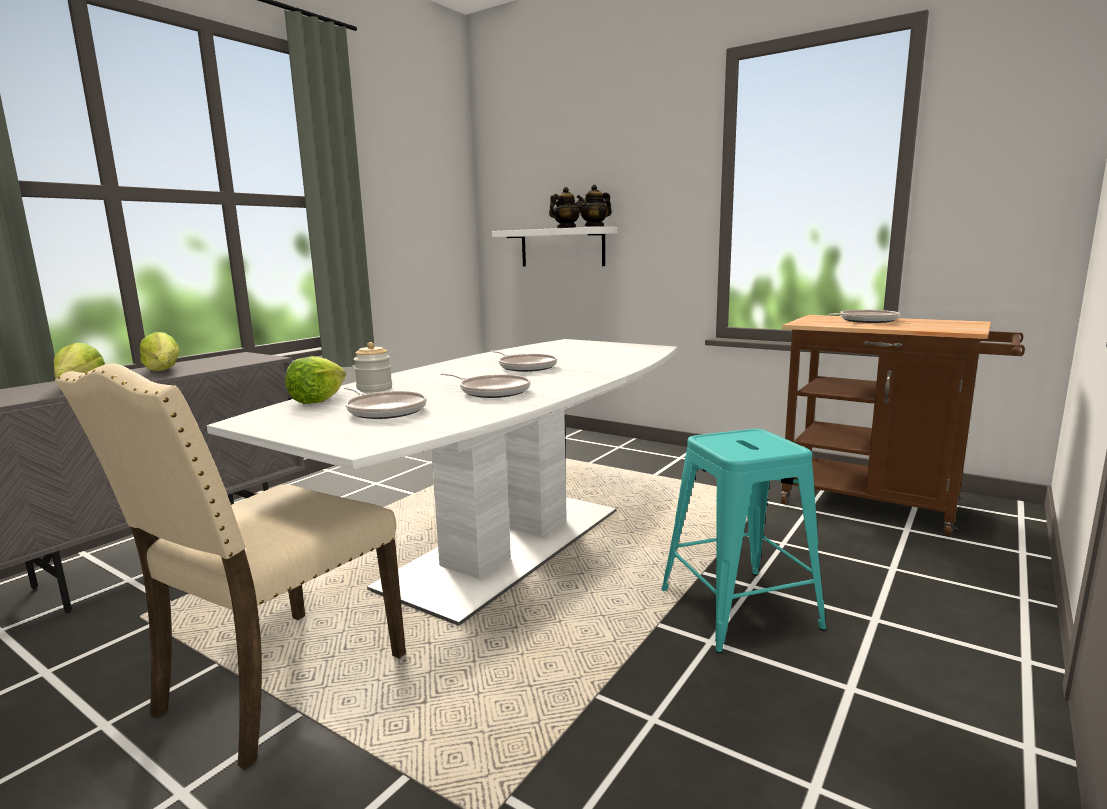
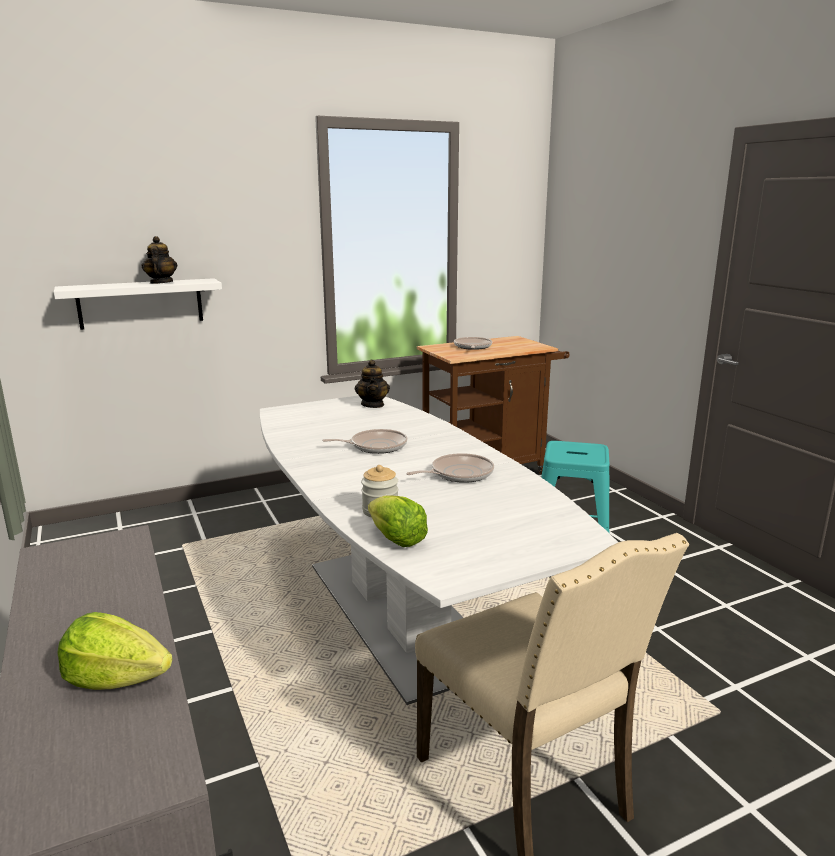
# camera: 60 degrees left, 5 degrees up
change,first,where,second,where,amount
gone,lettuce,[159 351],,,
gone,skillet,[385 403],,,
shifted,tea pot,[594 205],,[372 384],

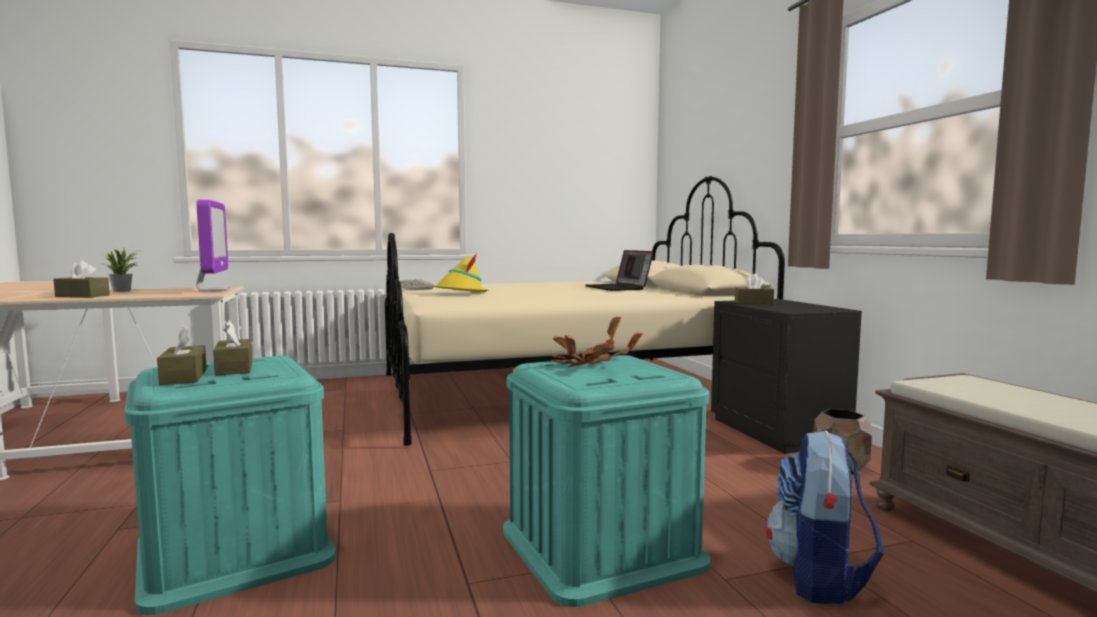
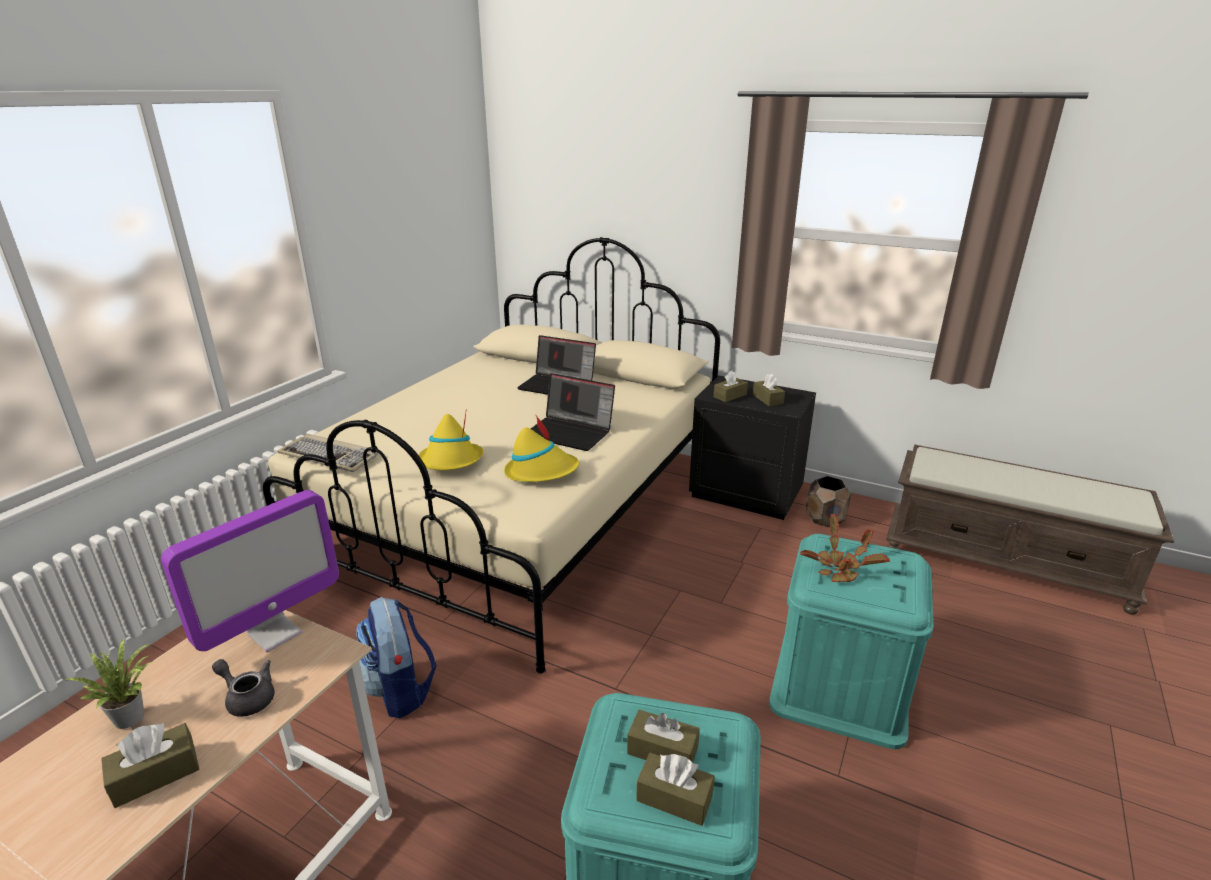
# camera: 45 degrees left, 20 degrees up
change,first,where,second,where,amount
rotated,computer display,[213 245],,[250 571],105 degrees clockwise
shifted,backpack,[825 517],,[396 657],
new,,,tea pot (grey),[243 688],
new,,,clothing hat (yellowish),[541 448],
new,,,notebook computer,[573 412],
new,,,tissue box (brown),[769 390],

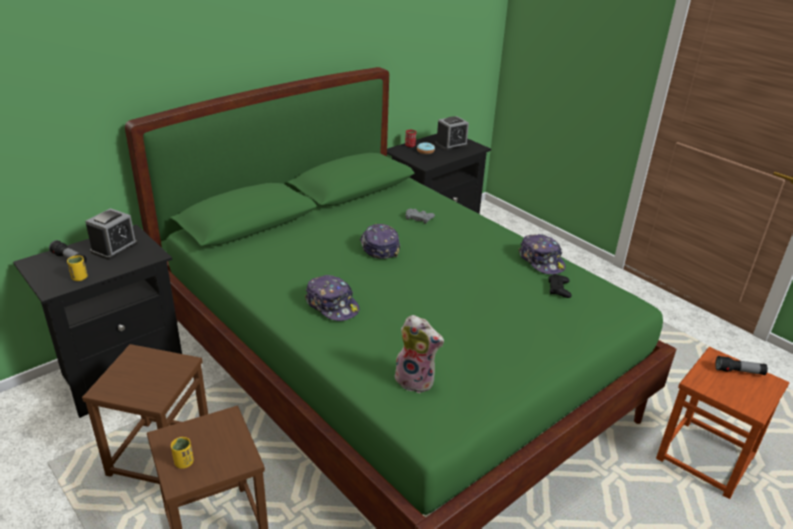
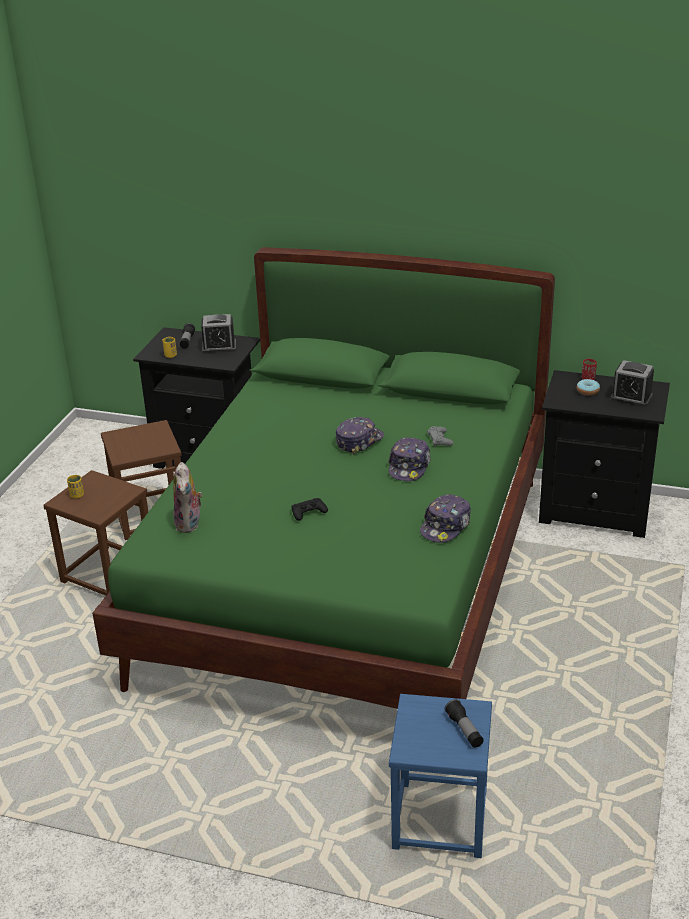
# camera: 60 degrees right, 0 degrees up
change,first,where,second,where,amount
shifted,baseball cap,[332 298],,[409 459],
shifted,gamepad (blackish),[560 286],,[309 509],
repainted,stool seat (brown),[722 423],stool seat (blue),[440 776],

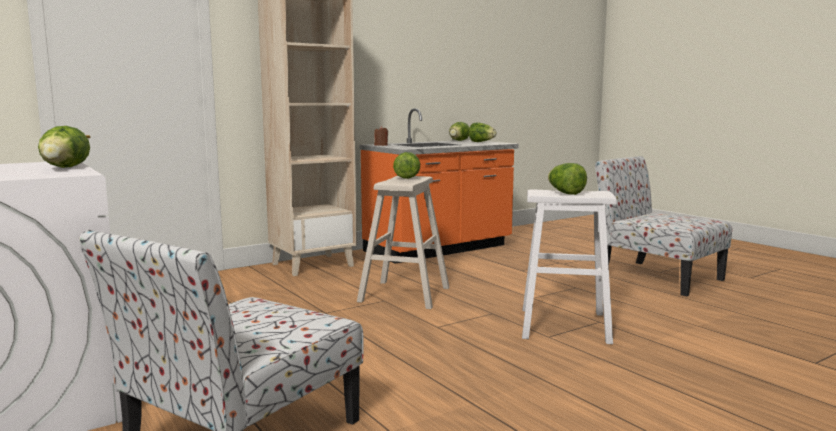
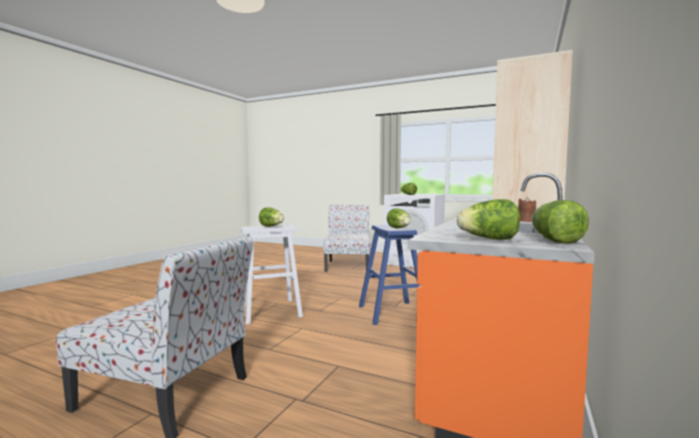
# camera: 150 degrees right, 5 degrees down
change,first,where,second,where,amount
repainted,stool seat (beige),[403 242],stool seat (blue),[389 275],

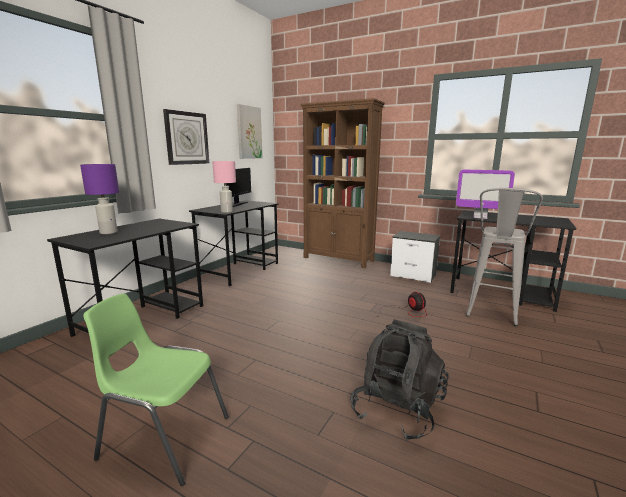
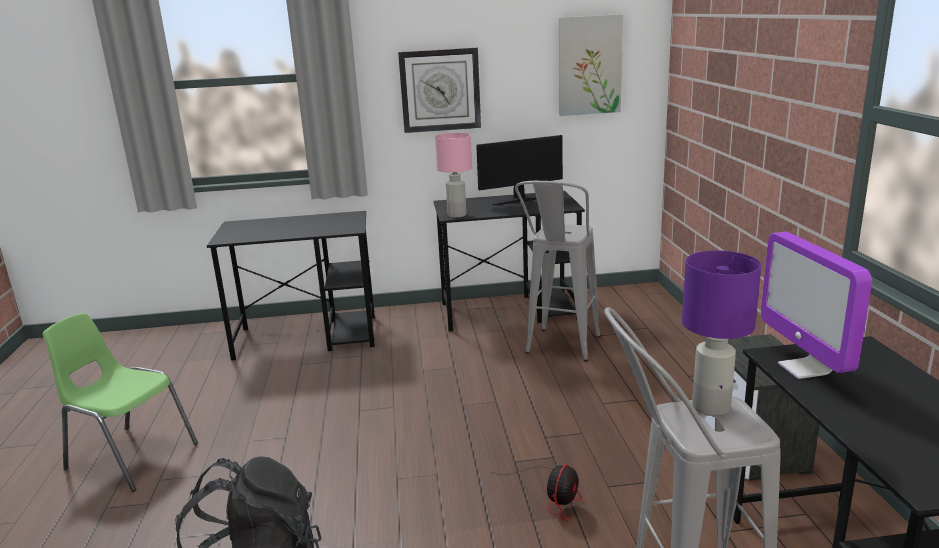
# camera: 55 degrees right, 5 degrees up
change,first,where,second,where,amount
shifted,table lamp (purple),[99 199],,[722 333],
rotated,plain chair (green),[156 389],,[120 402],45 degrees counterclockwise
gone,bookcase (brown),[342 183],,,
new,,,stool seat (grey),[558 271],

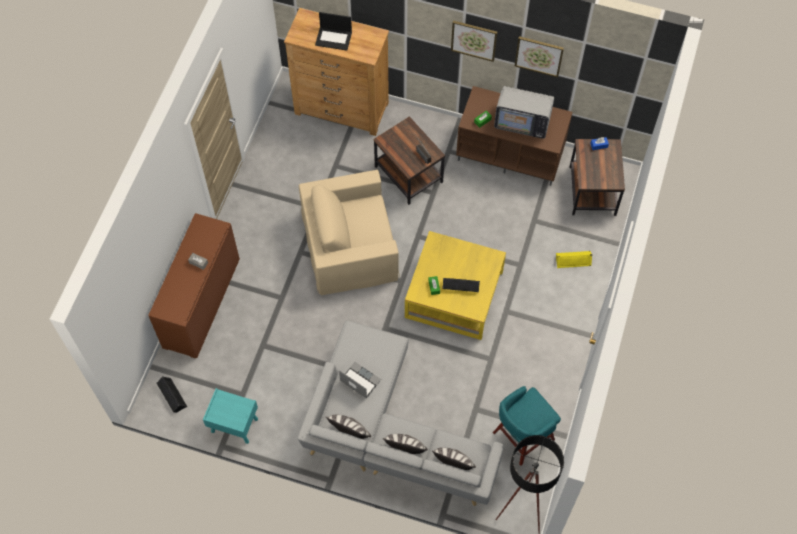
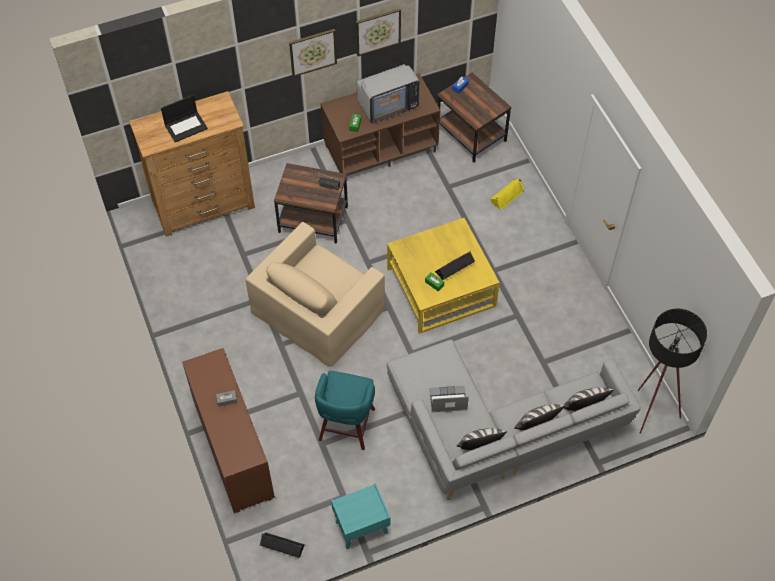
# camera: 40 degrees left, 5 degrees down
change,first,where,second,where,amount
shifted,stool seat (turquoise-coloured),[527 426],,[345 410],

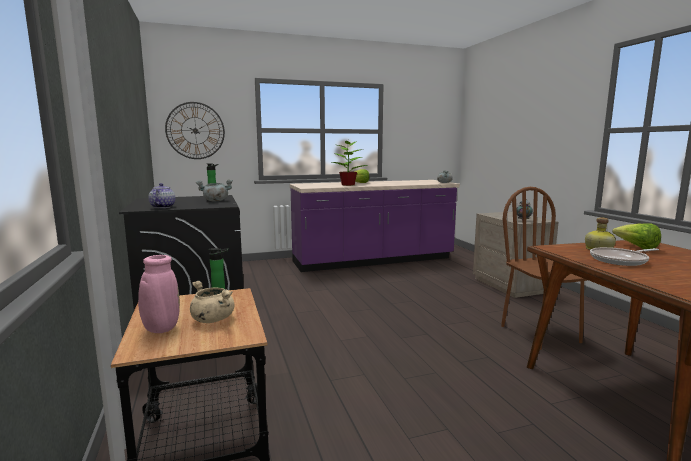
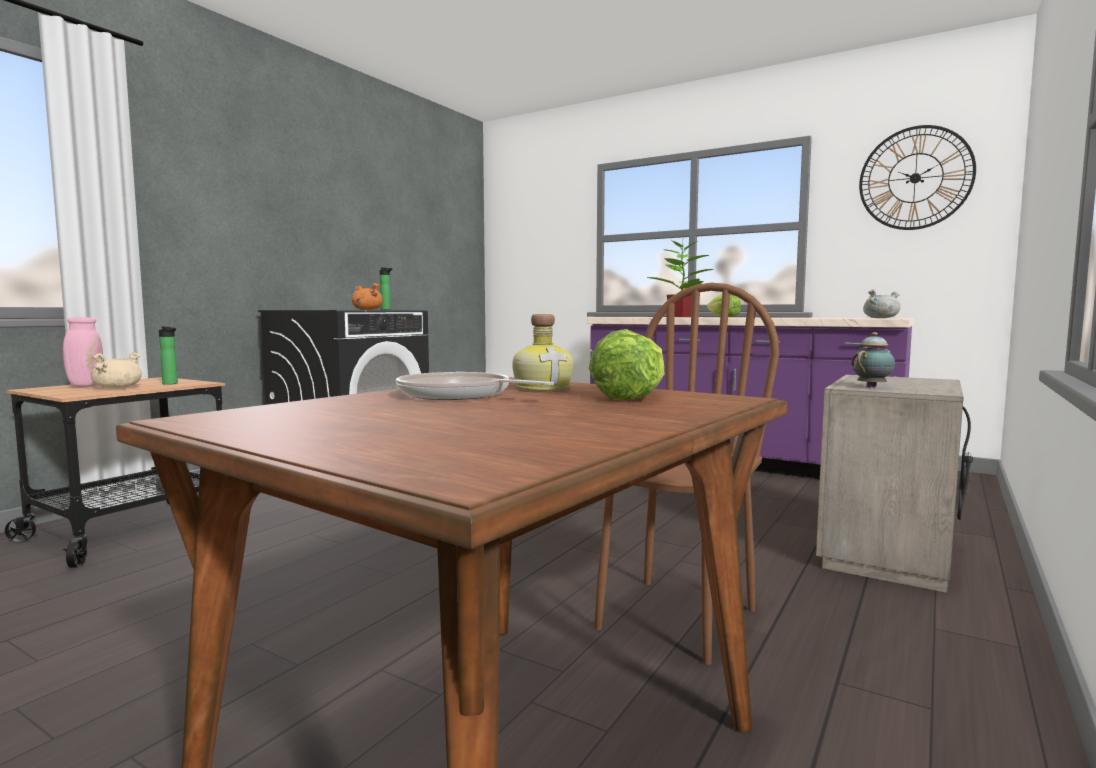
# camera: 50 degrees right, 5 degrees down
change,first,where,second,where,amount
gone,tea pot,[161 195],,,
shifted,clock on the wall,[195 130],,[917 177],
repainted,cooking pot (grey),[214 190],cooking pot (orange),[367 296],

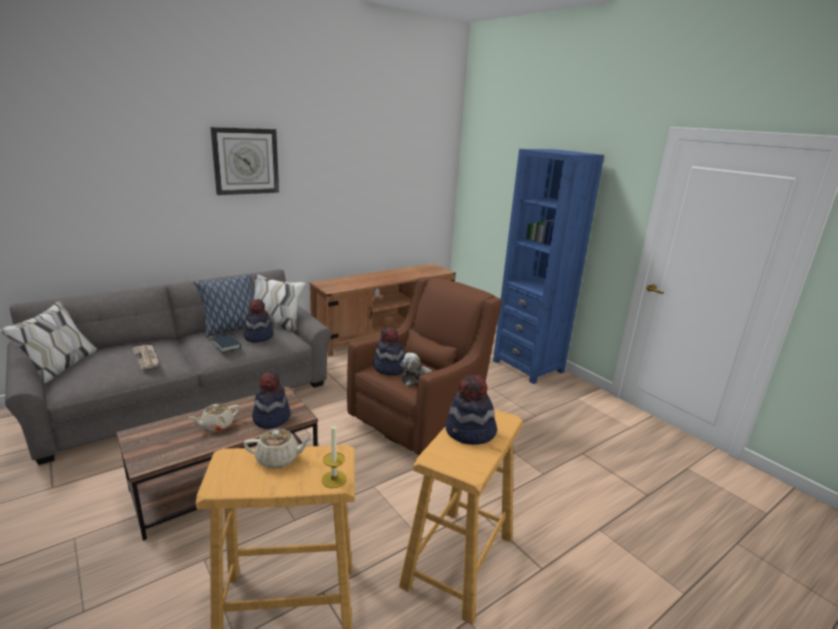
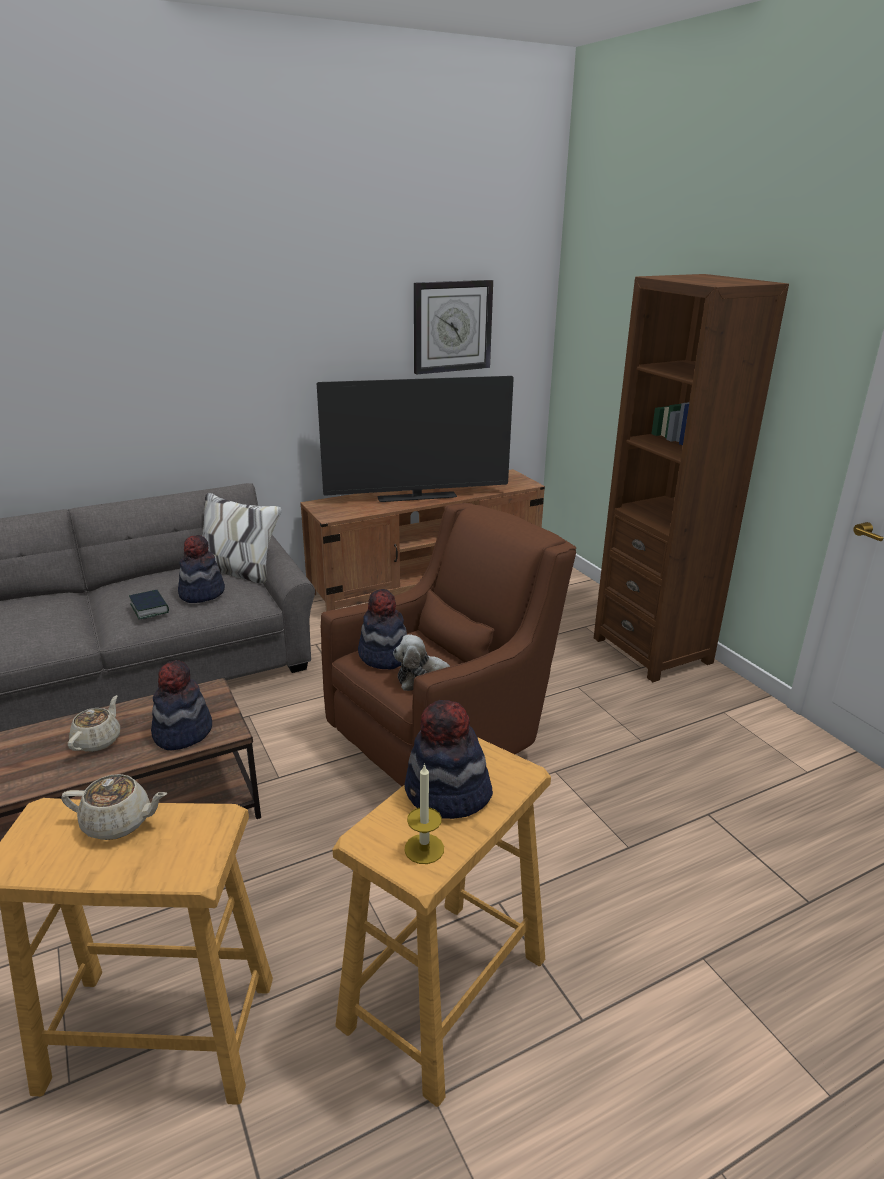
# camera: 10 degrees right, 5 degrees up
change,first,where,second,where,amount
gone,newspaper,[145 357],,,
rotated,tea pot (beige),[214 417],,[94 723],135 degrees clockwise
gone,pillow,[223 305],,,
shifted,clock on the wall,[244 161],,[453 327],
shifted,candle,[334 455],,[424 813],
repainted,bookcase (blue),[548 266],bookcase (brown),[691 478],
new,,,television,[415 439],

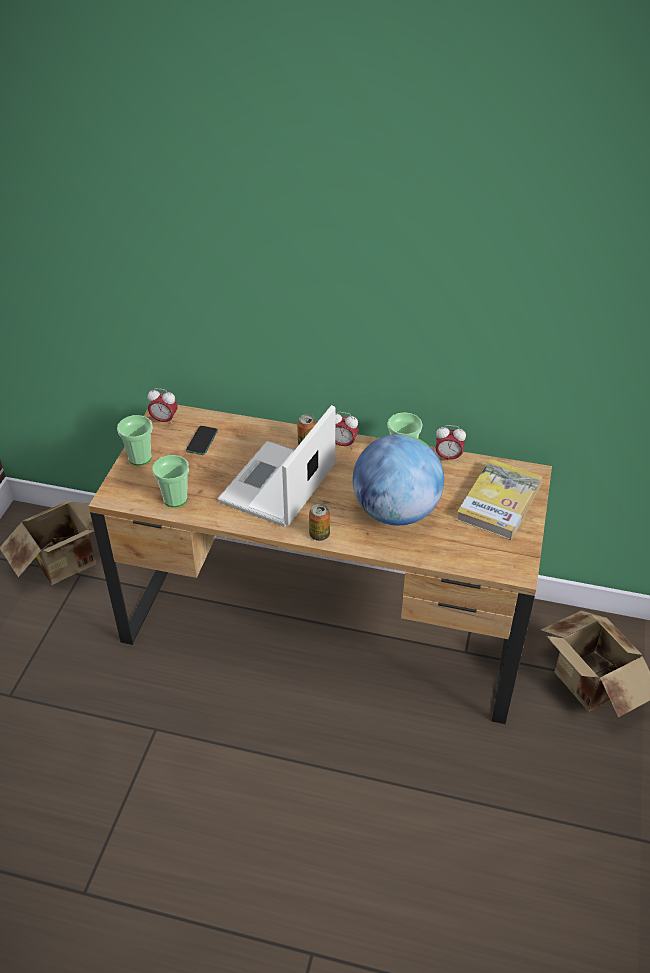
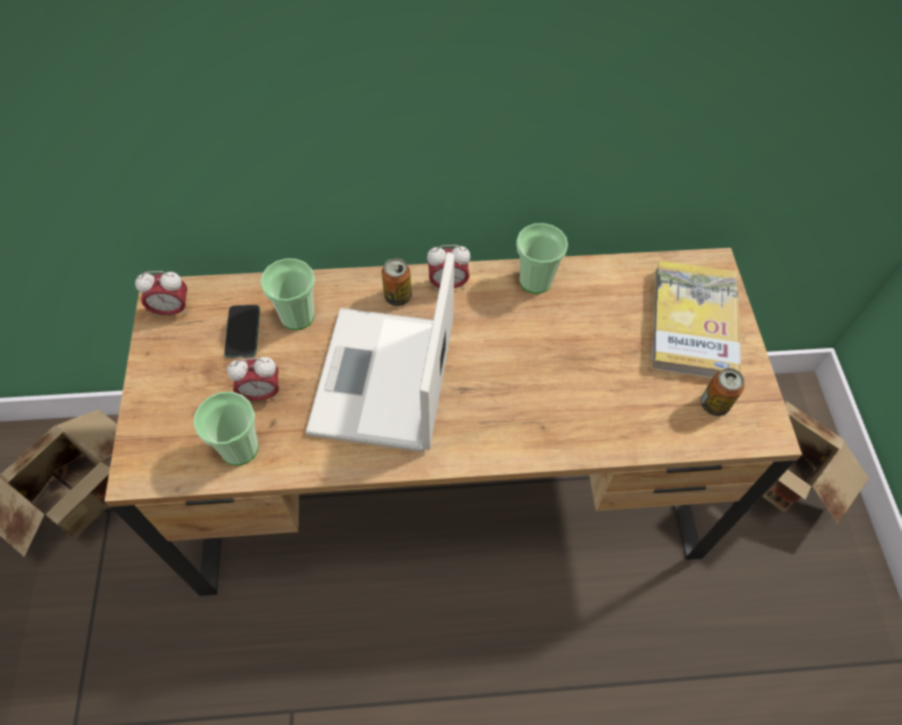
# camera: 20 degrees left, 15 degrees up
change,first,where,second,where,amount
shifted,drinking cup,[134 440],,[287 294],
shifted,sealed can,[319 522],,[723 392],
gone,desk globe,[398 479],,,
shifted,bedside clock,[450 443],,[253 379],

